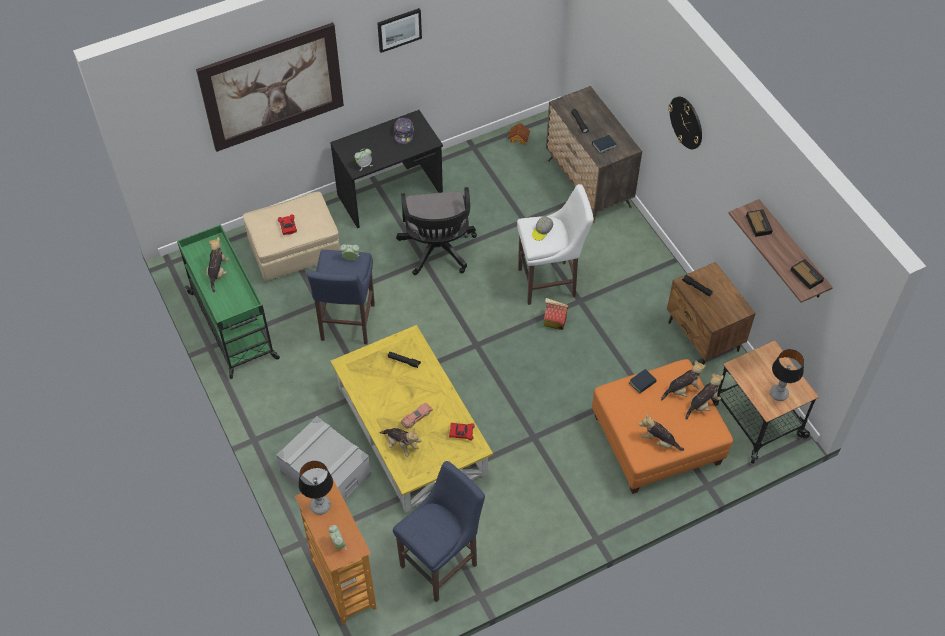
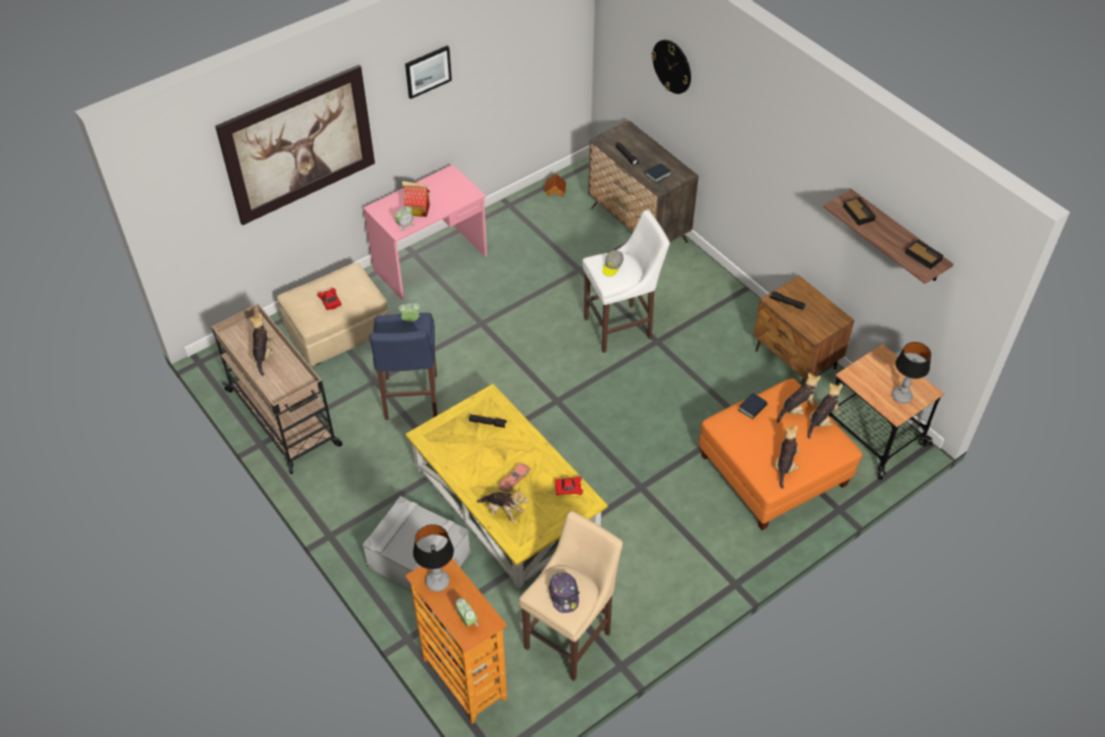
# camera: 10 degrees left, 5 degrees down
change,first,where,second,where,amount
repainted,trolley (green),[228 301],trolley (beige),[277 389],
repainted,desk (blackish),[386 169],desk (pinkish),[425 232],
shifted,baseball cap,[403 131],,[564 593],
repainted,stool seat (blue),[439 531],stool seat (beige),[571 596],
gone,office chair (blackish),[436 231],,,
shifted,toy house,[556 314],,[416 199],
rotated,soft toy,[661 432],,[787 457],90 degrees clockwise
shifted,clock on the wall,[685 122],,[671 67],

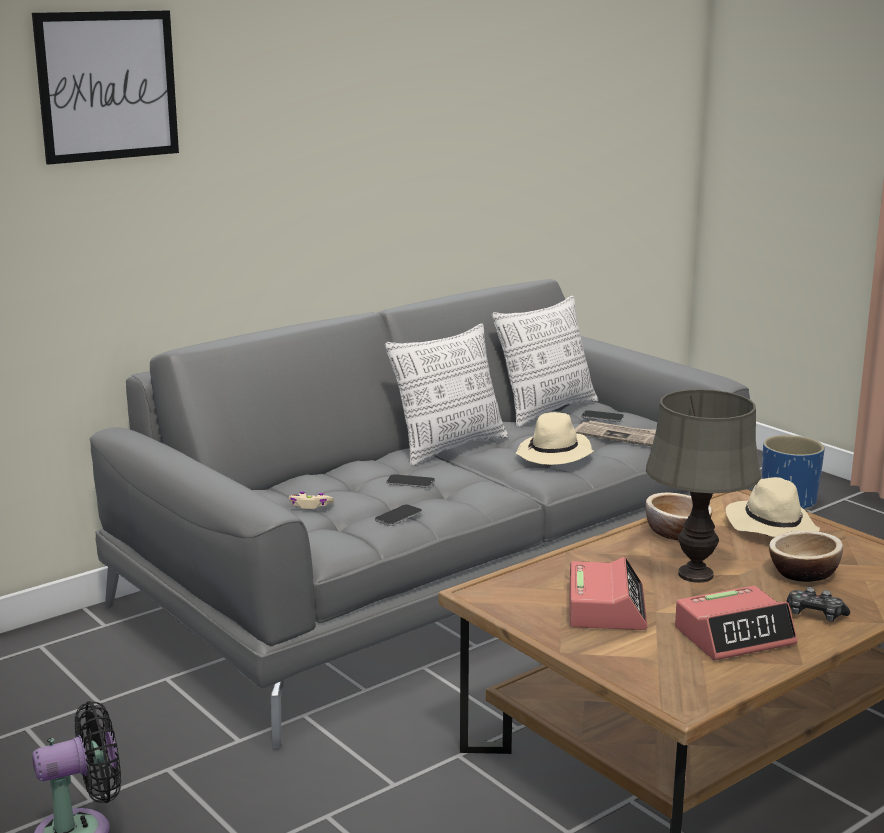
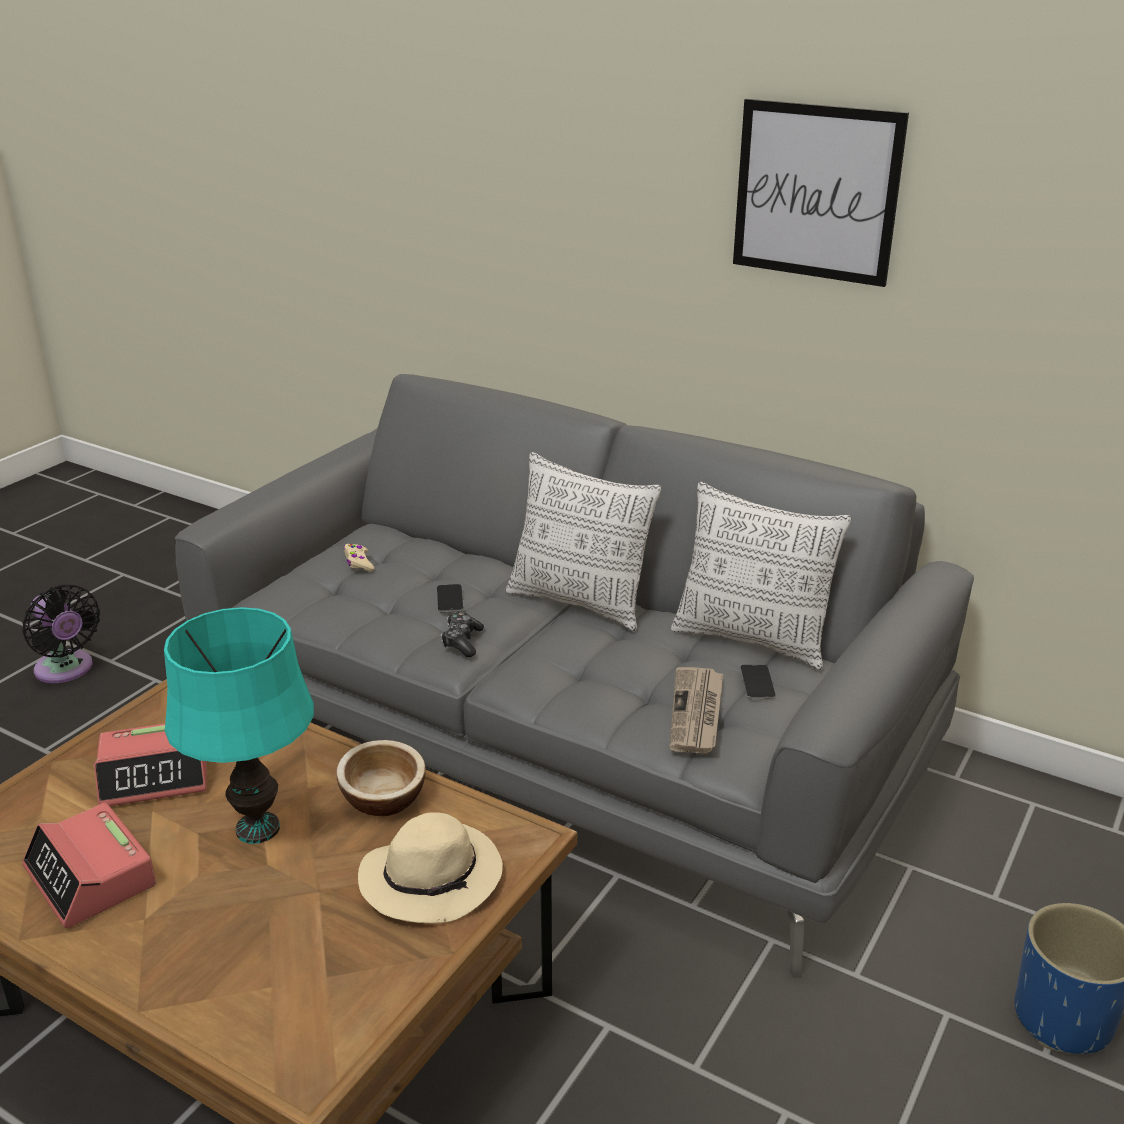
# camera: 70 degrees right, 10 degrees up
change,first,where,second,where,amount
shifted,picture,[105 87],,[821 193],
gone,phone,[398 515],,,
gone,clothing hat (beige),[554 438],,,
repainted,table lamp (grey),[703 486],table lamp (turquoise-coloured),[239 725],
gone,deep dish,[806 556],,,
shifted,gamepad,[818 604],,[462 634],

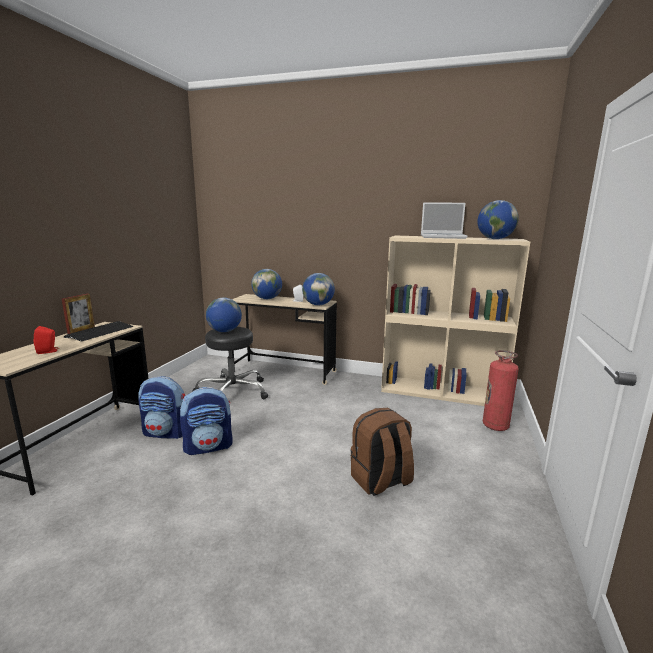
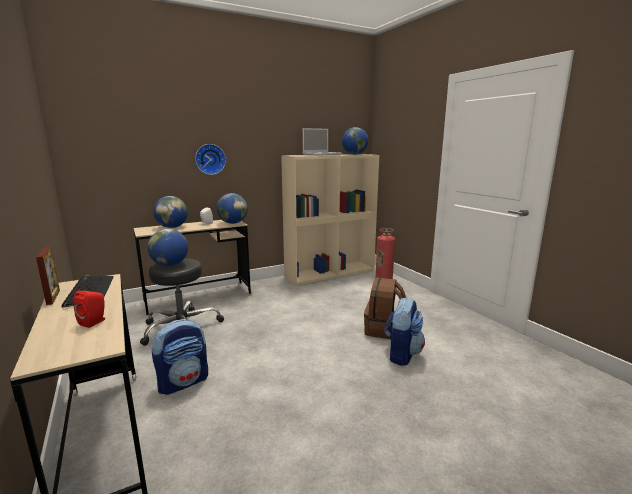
# camera: 45 degrees left, 0 degrees up
change,first,where,second,where,amount
shifted,backpack,[206 421],,[404 331],
new,,,clock on the wall,[210 159],

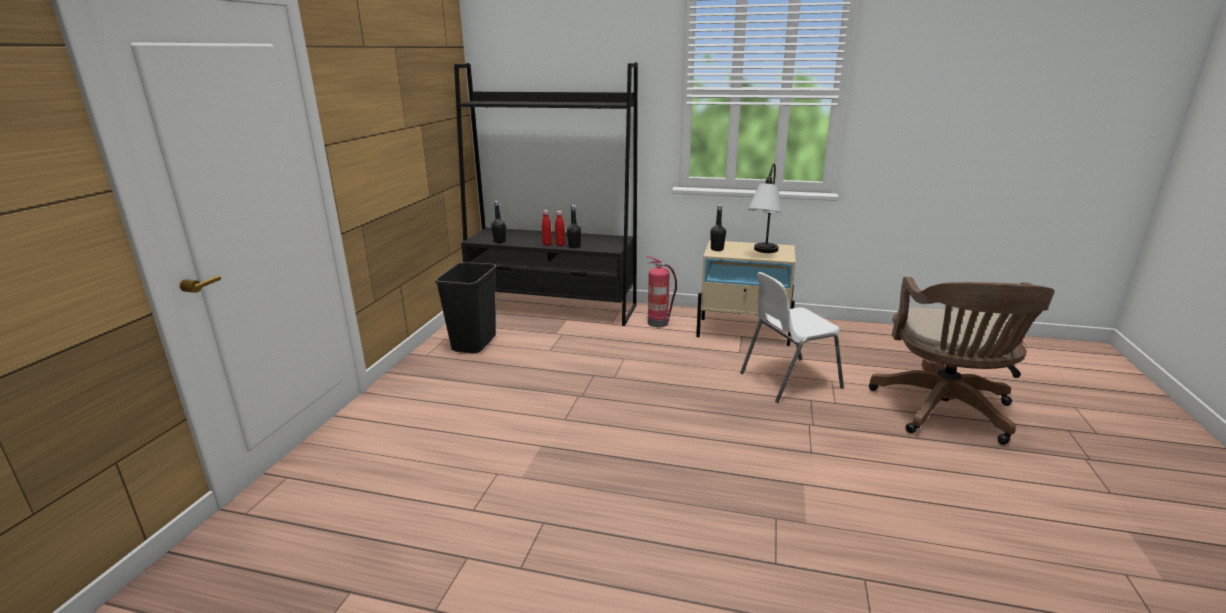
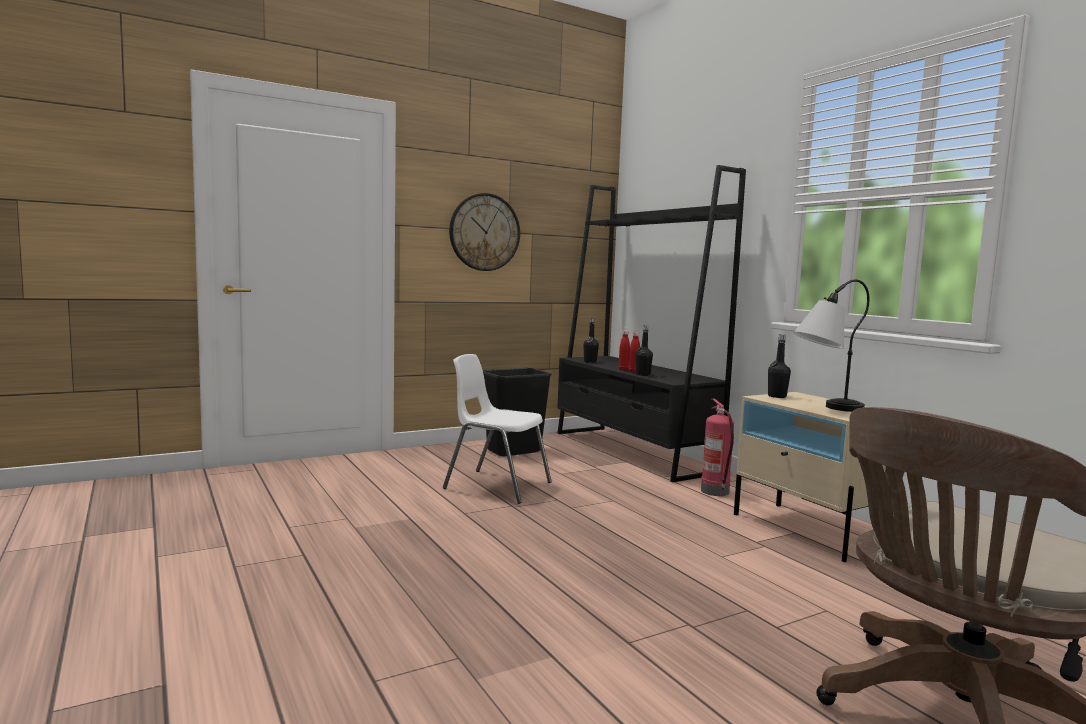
# camera: 45 degrees right, 15 degrees down
change,first,where,second,where,amount
shifted,plain chair (white),[792 337],,[497 429],
new,,,clock on the wall,[484 232],

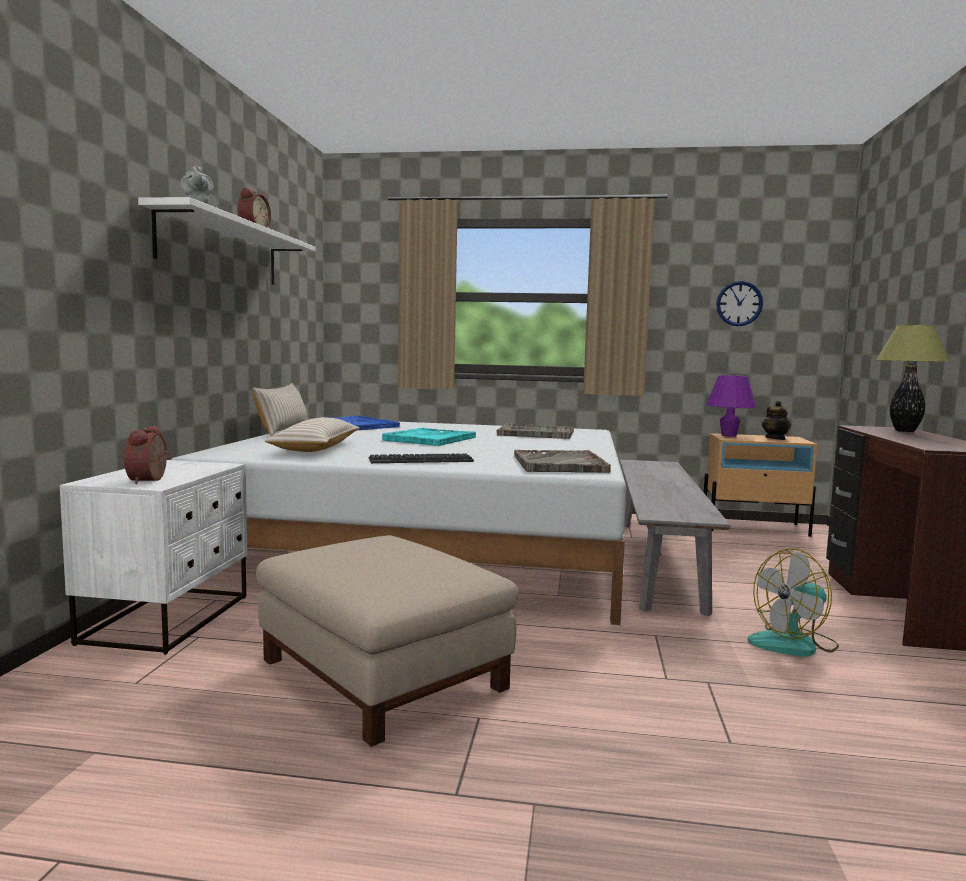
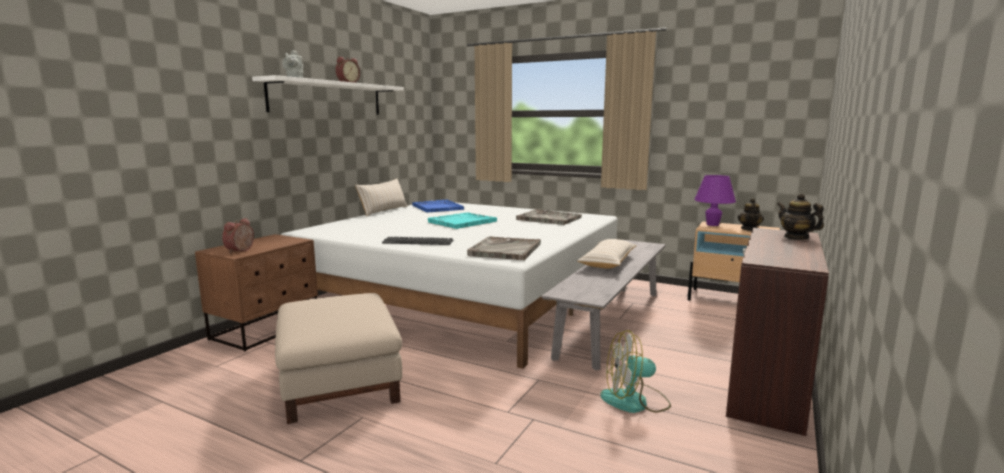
# camera: 20 degrees right, 5 degrees up
change,first,where,second,where,amount
repainted,night table (white),[153 557],night table (brown),[256 293],
shifted,pillow (beige),[312 434],,[607 254],
gone,clock on the wall,[739 303],,,
swapped,table lamp,[913 378],tea pot,[800 216],

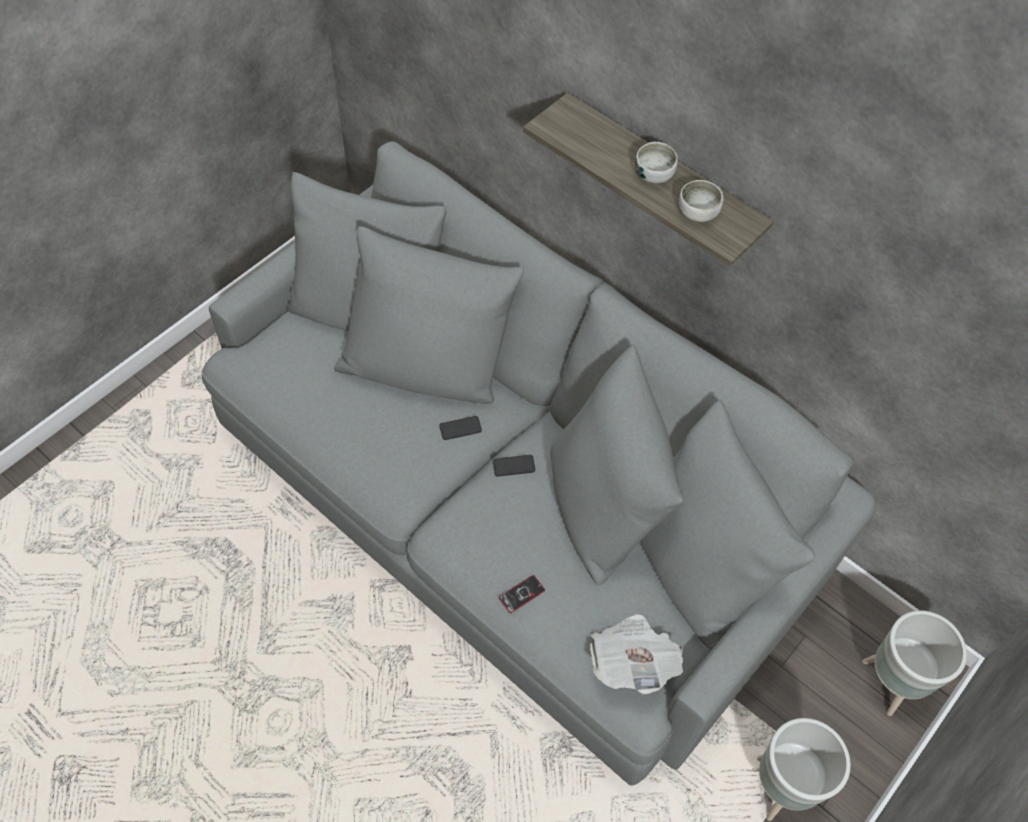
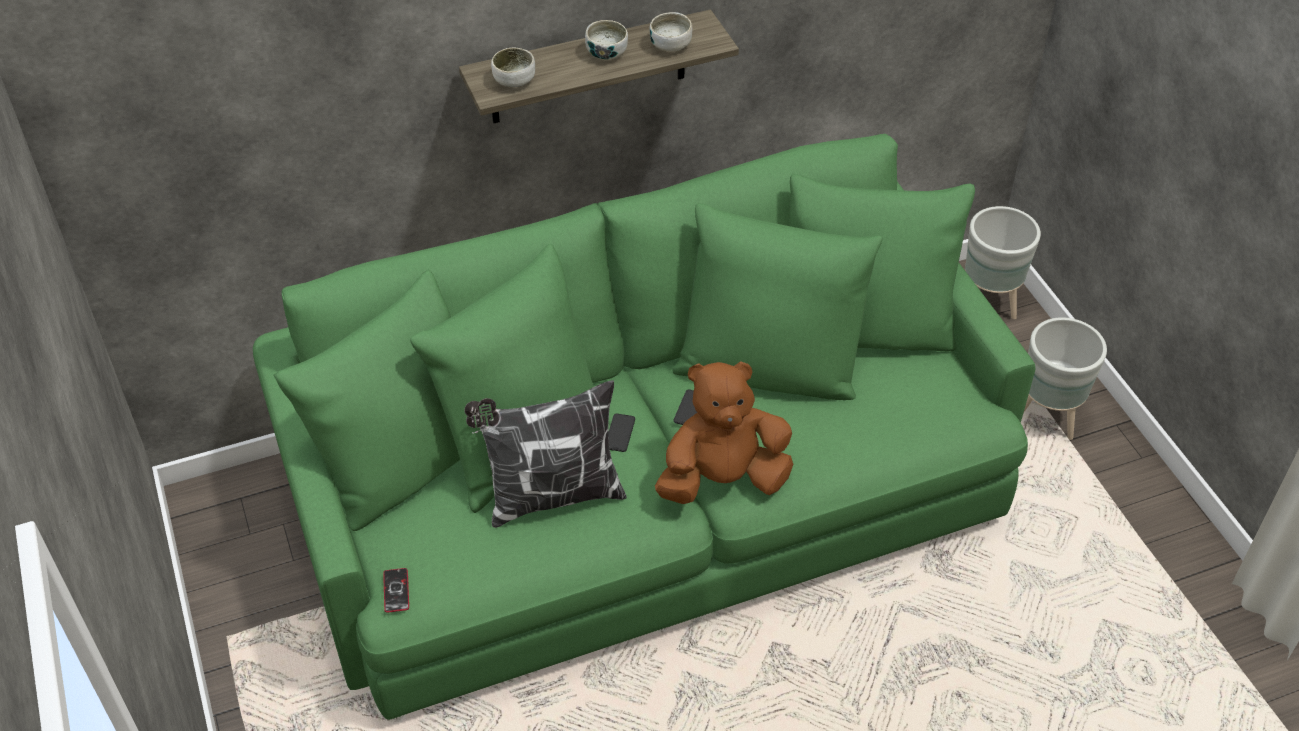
# camera: 60 degrees left, 10 degrees down
change,first,where,second,where,amount
repainted,couch (grey),[539 463],couch (green),[644 427],
shifted,phone,[522 594],,[396 590],
gone,newspaper,[636 654],,,
new,,,pillow,[545 454],
new,,,deep dish,[513 67],
new,,,soft toy (brown),[724 432],

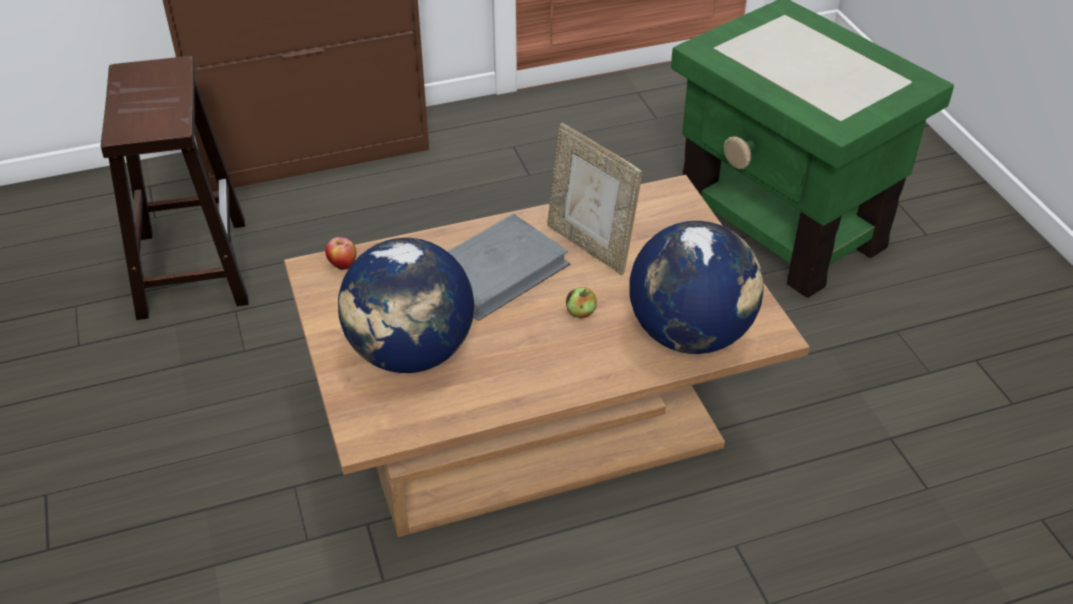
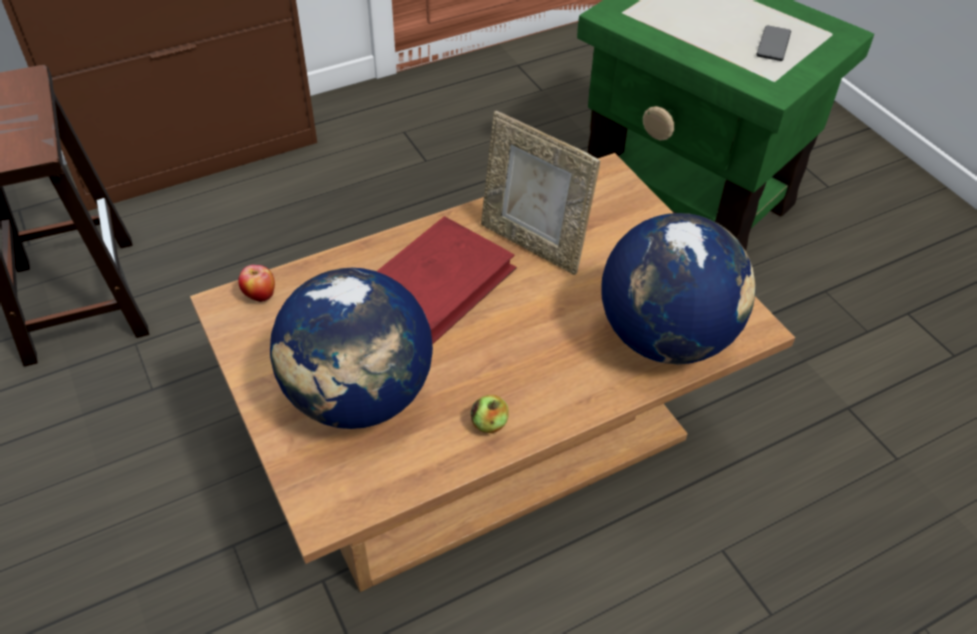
# camera: 10 degrees left, 5 degrees up
change,first,where,second,where,amount
repainted,book (grey),[508 267],book (red),[447 280],
shifted,apple,[581 302],,[490 414],
new,,,phone,[773 43],

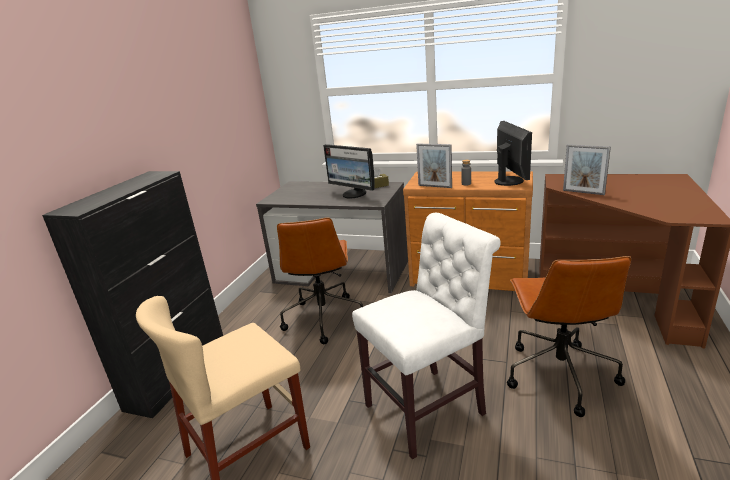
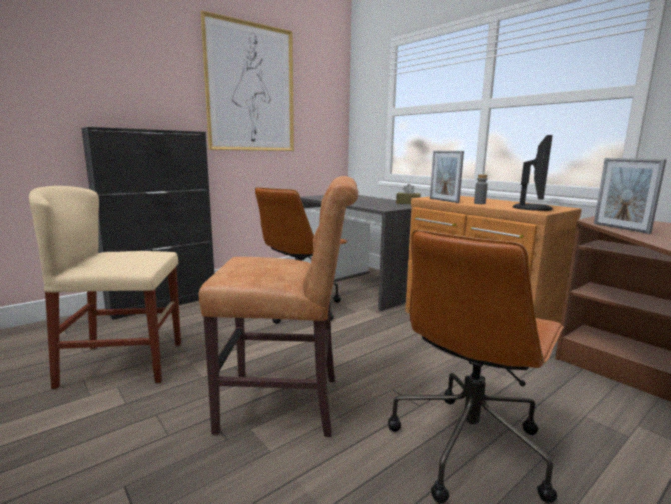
# camera: 30 degrees right, 10 degrees down
change,first,where,second,where,amount
gone,computer display,[349 171],,,
repainted,plain chair (white),[426 336],plain chair (brown),[279 306],
new,,,picture,[247 80],

